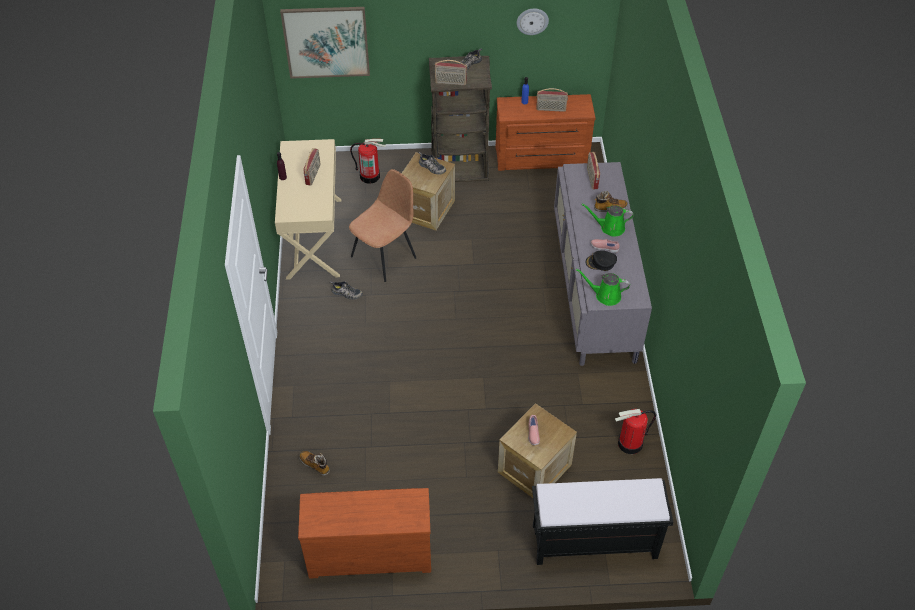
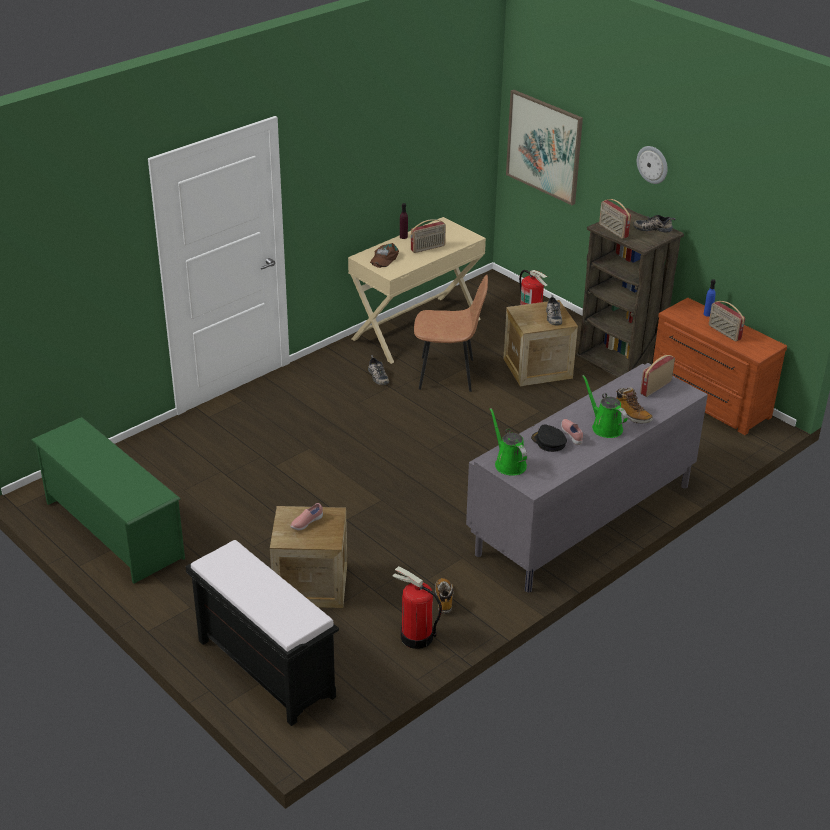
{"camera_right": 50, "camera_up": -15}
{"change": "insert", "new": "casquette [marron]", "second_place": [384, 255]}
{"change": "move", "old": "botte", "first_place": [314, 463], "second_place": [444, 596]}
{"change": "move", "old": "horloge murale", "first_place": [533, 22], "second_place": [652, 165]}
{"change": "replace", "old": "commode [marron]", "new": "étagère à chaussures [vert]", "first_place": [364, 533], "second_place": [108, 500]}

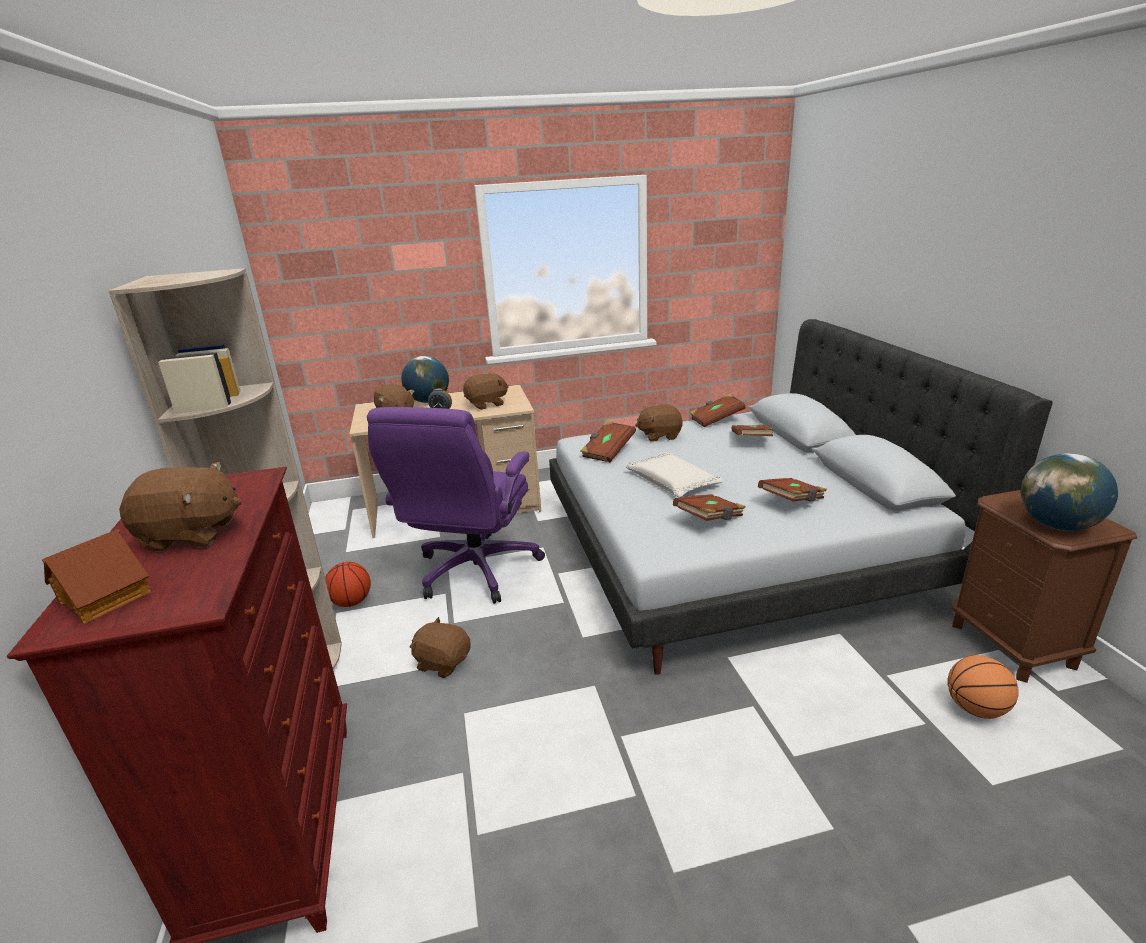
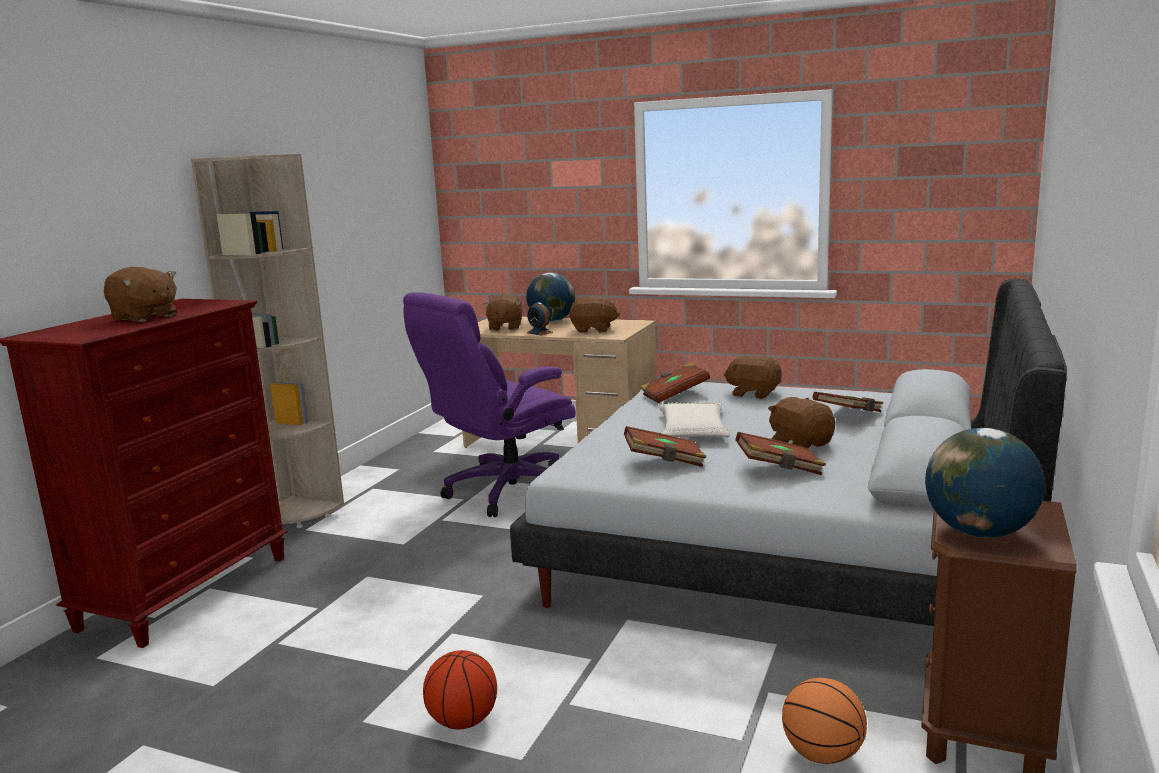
{"camera_right": 35, "camera_up": -10}
{"change": "delete", "old": "maison miniature", "first_place": [96, 576]}
{"change": "delete", "old": "livre [marron]", "first_place": [718, 410]}
{"change": "move", "old": "ballon de basket", "first_place": [348, 584], "second_place": [460, 689]}
{"change": "move", "old": "peluche [marron]", "first_place": [440, 647], "second_place": [801, 422]}

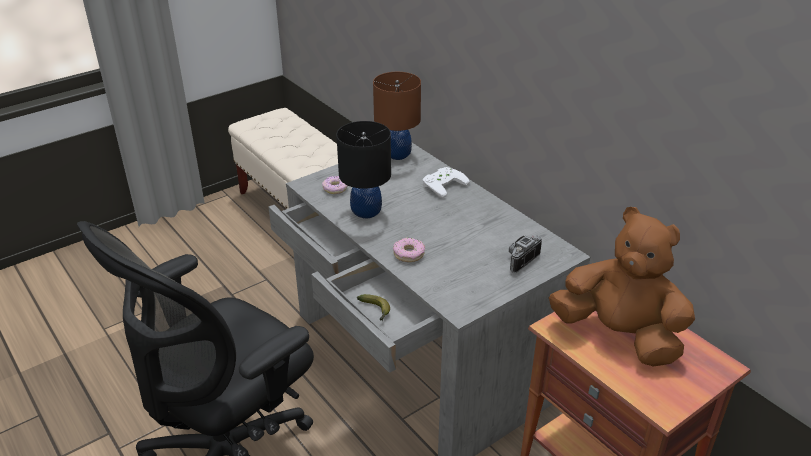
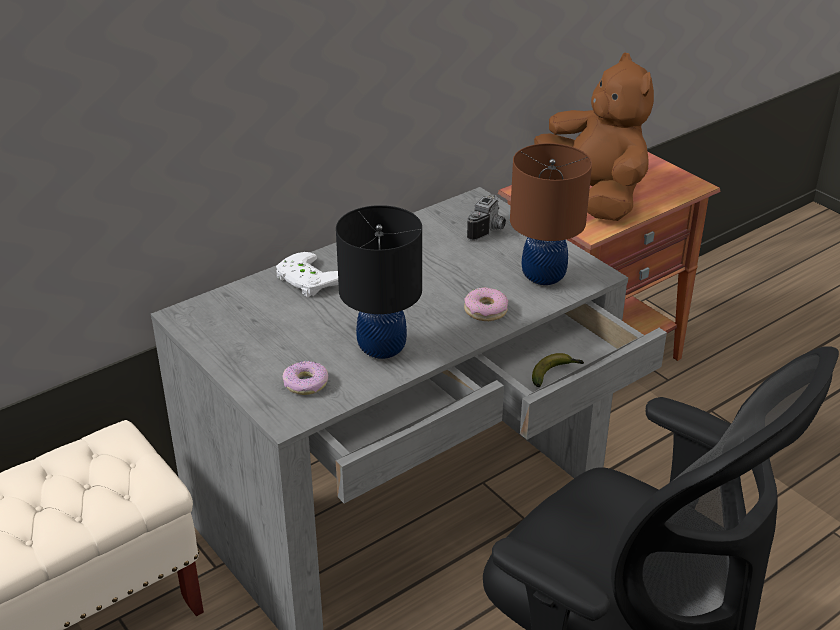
{"camera_right": -90, "camera_up": 0}
{"change": "move", "old": "lampe de table [marron]", "first_place": [397, 116], "second_place": [551, 214]}
{"change": "rotate", "old": "appareil photo", "first_place": [525, 254], "second_place": [486, 217], "degrees": -105}
{"change": "rotate", "old": "peluche [marron]", "first_place": [622, 287], "second_place": [594, 137], "degrees": 120}

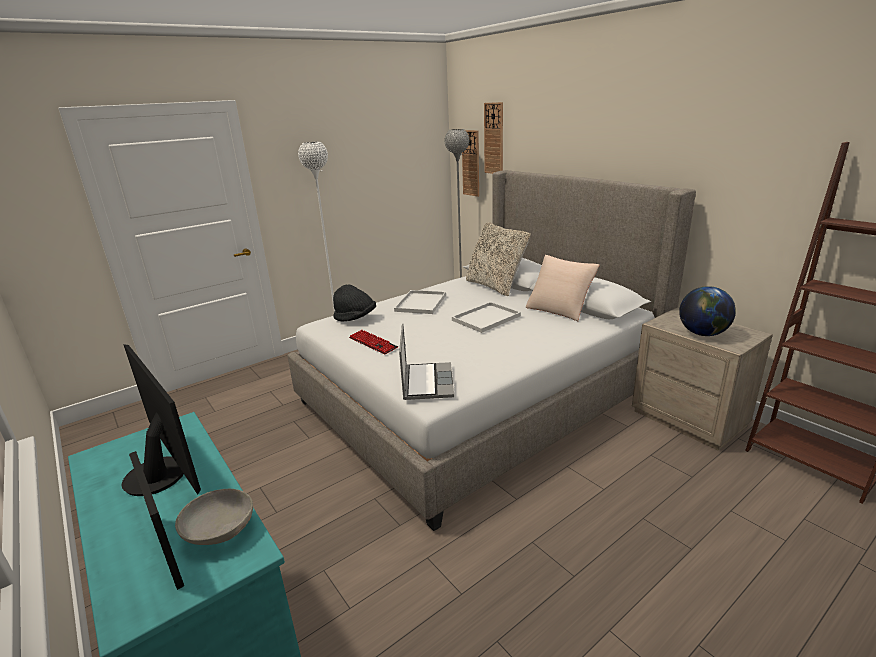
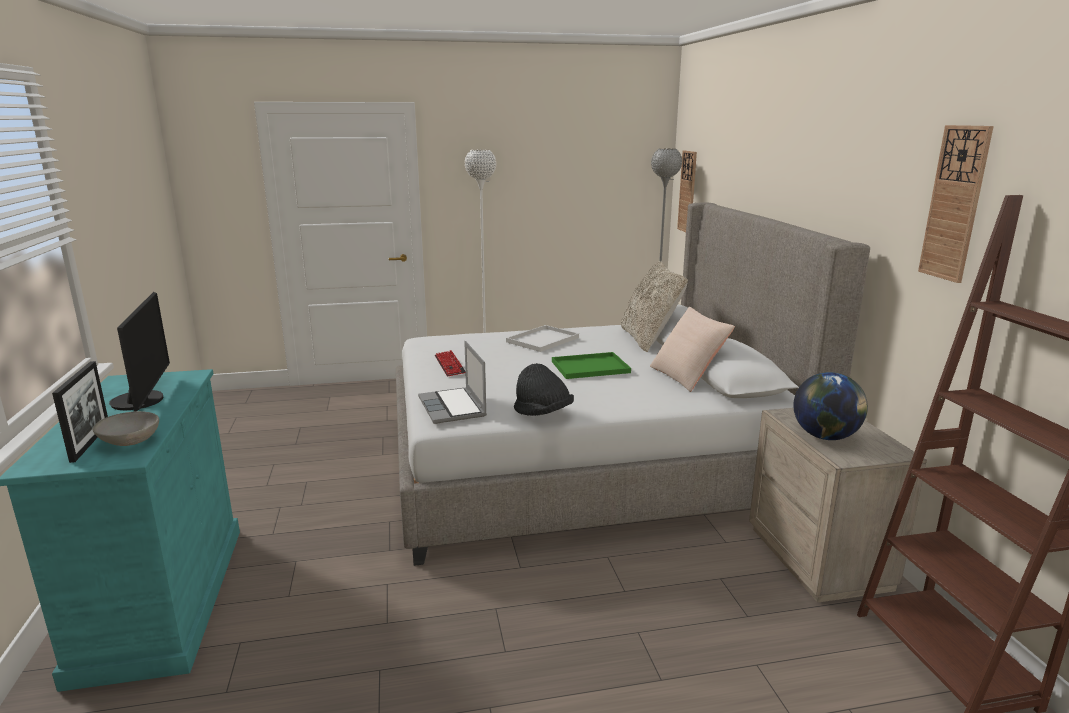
{"camera_right": 25, "camera_up": -5}
{"change": "move", "old": "chapeau [noir]", "first_place": [354, 303], "second_place": [544, 389]}
{"change": "move", "old": "horloge murale", "first_place": [493, 138], "second_place": [956, 204]}
{"change": "recolor", "old": "plateau [blanc]", "new": "plateau [vert]", "first_place": [486, 317], "second_place": [591, 365]}
{"change": "rotate", "old": "ordinateur portable", "first_place": [426, 362], "second_place": [452, 382], "degrees": 135}

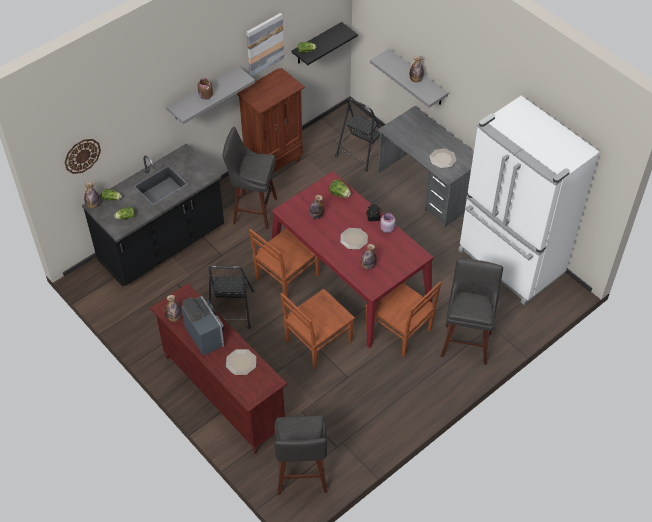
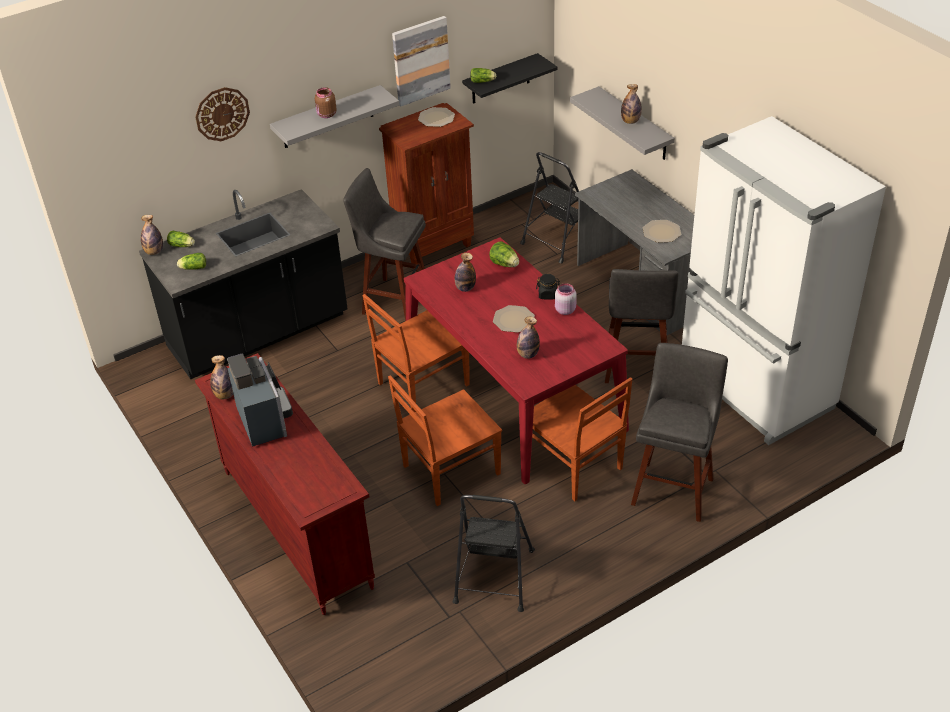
{"camera_right": 10, "camera_up": -10}
{"change": "move", "old": "horloge murale", "first_place": [83, 156], "second_place": [222, 114]}
{"change": "move", "old": "escabeau [noir]", "first_place": [232, 297], "second_place": [494, 553]}
{"change": "move", "old": "assiette", "first_place": [241, 362], "second_place": [436, 117]}
{"change": "move", "old": "tabouret [gris]", "first_place": [301, 455], "second_place": [641, 326]}

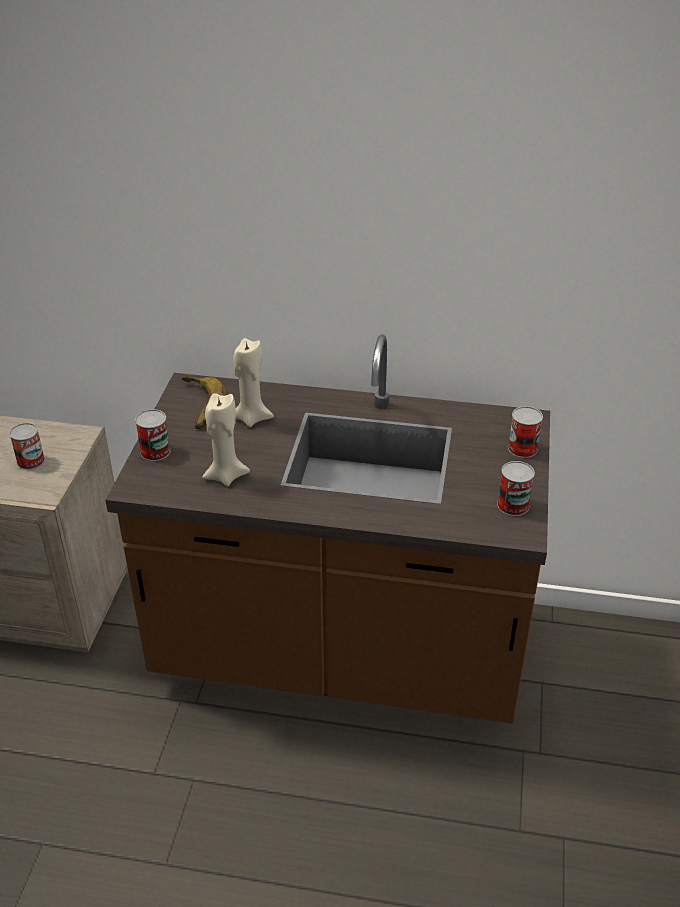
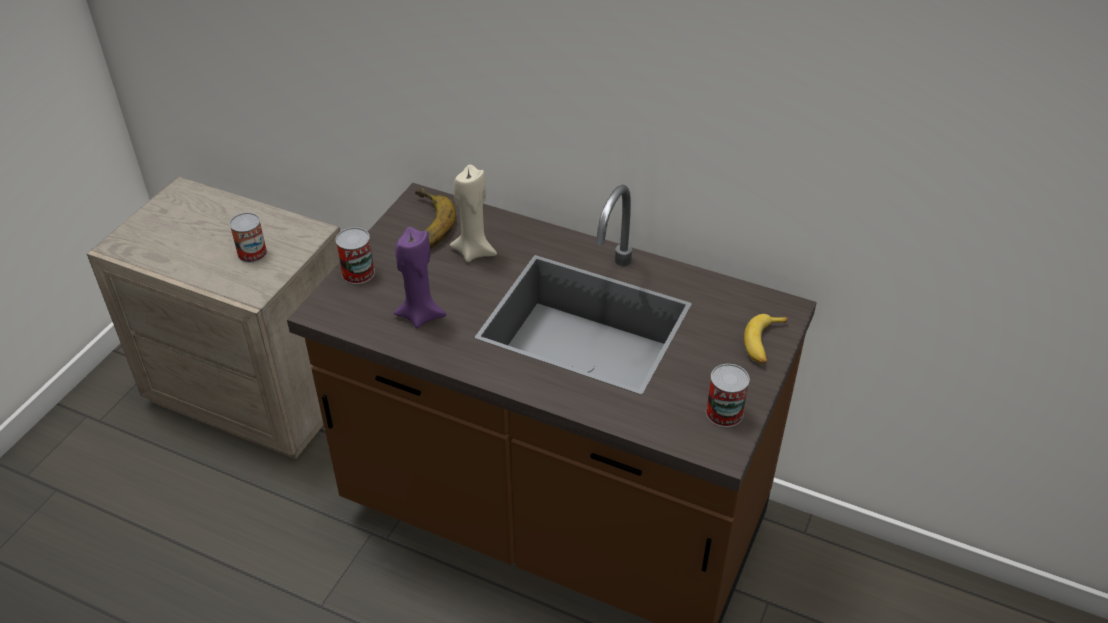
{"camera_right": 15, "camera_up": 5}
{"change": "replace", "old": "boîte métallique", "new": "banane", "first_place": [525, 432], "second_place": [765, 339]}
{"change": "recolor", "old": "bougie [beige]", "new": "bougie [violet]", "first_place": [226, 439], "second_place": [420, 278]}

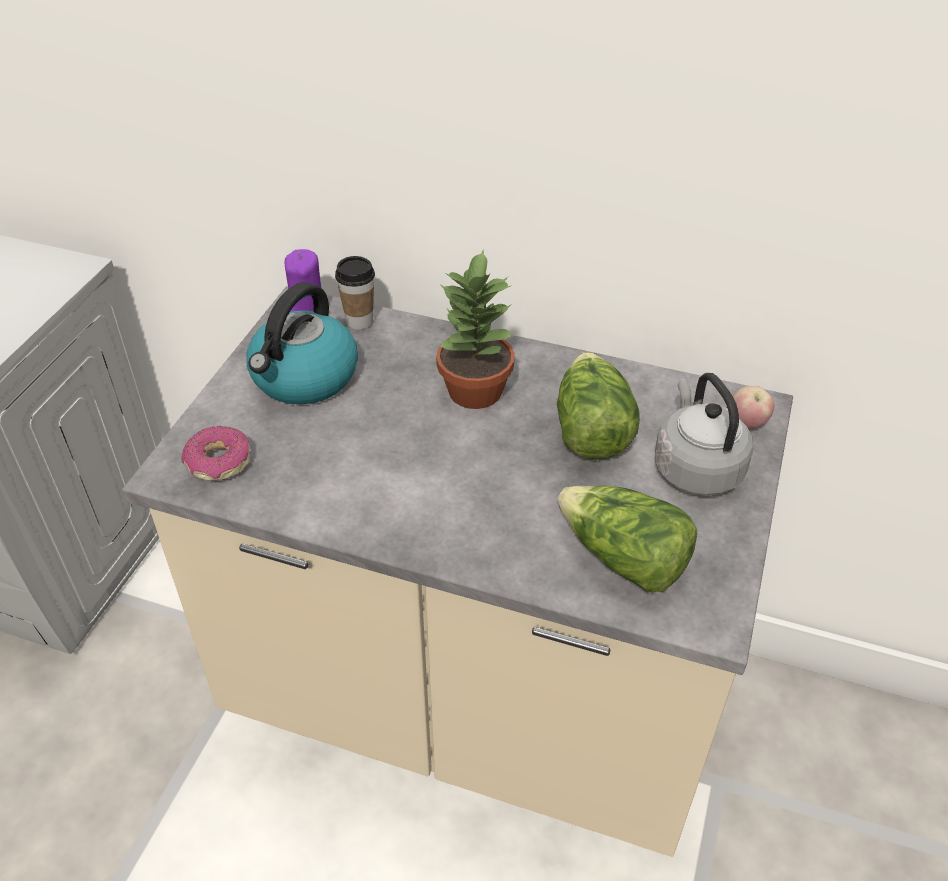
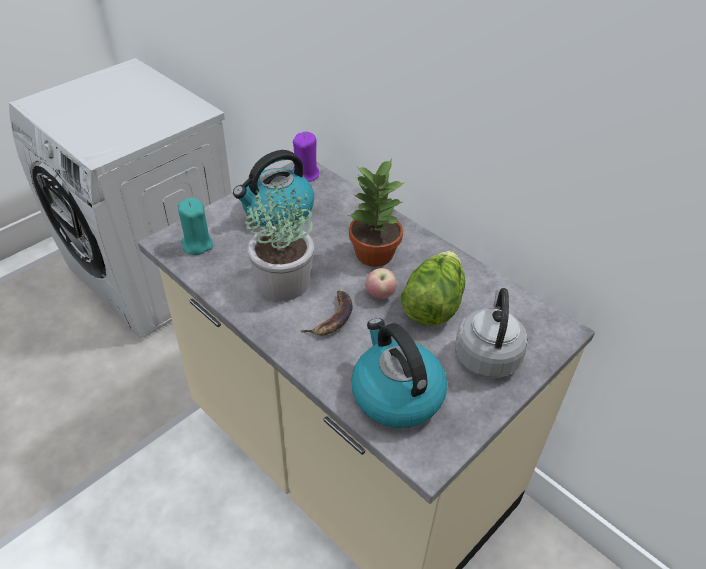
{"camera_right": 25, "camera_up": 0}
{"change": "delete", "old": "tasse", "first_place": [355, 293]}
{"change": "insert", "new": "plante en pot", "second_place": [279, 240]}
{"change": "insert", "new": "banane", "second_place": [326, 313]}
{"change": "move", "old": "pomme", "first_place": [753, 407], "second_place": [381, 283]}
{"change": "replace", "old": "beignet", "new": "bougie [turquoise]", "first_place": [216, 453], "second_place": [195, 226]}
{"change": "replace", "old": "laitue", "new": "bouilloire", "first_place": [627, 539], "second_place": [399, 373]}

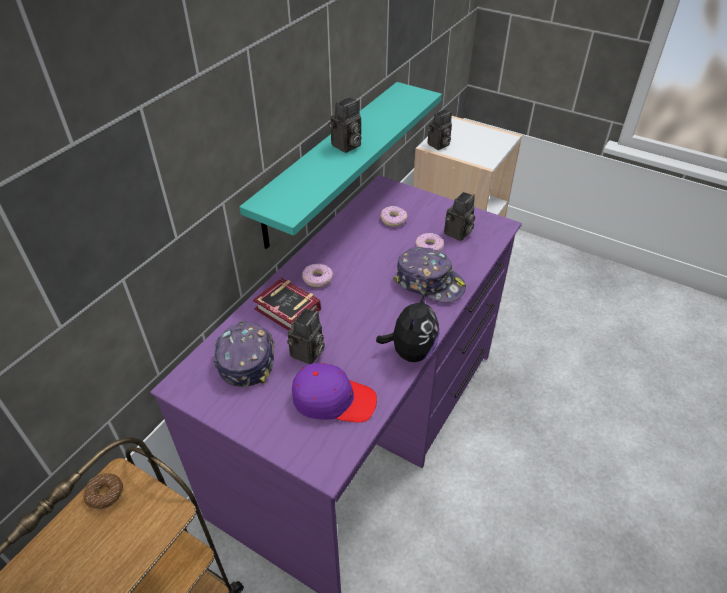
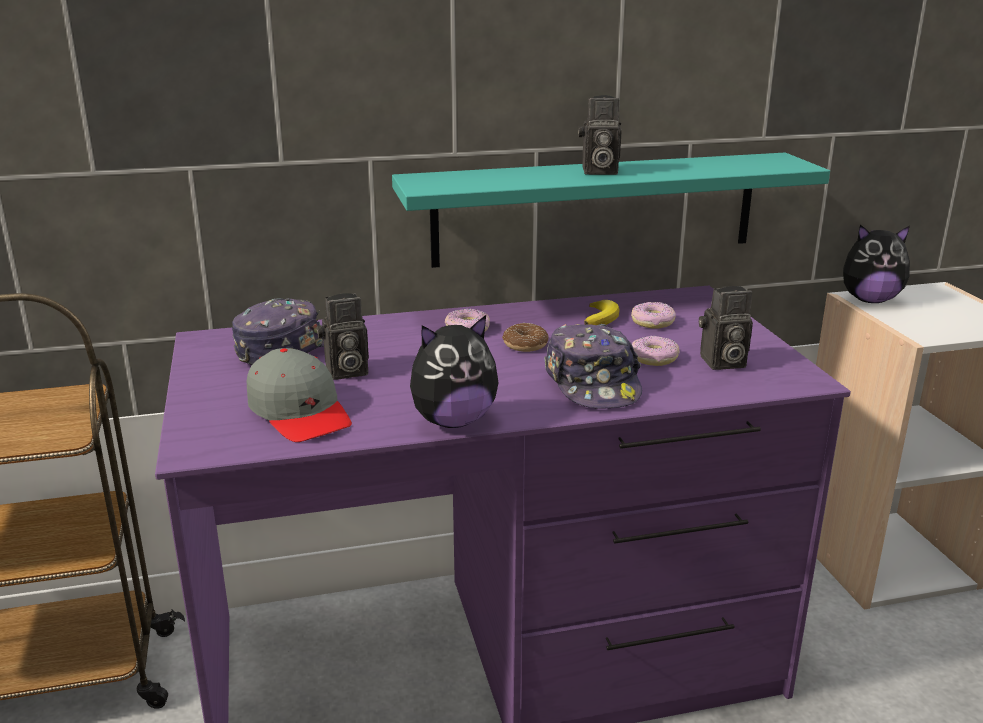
{"camera_right": 45, "camera_up": -20}
{"change": "delete", "old": "livre", "first_place": [287, 304]}
{"change": "insert", "new": "banane", "second_place": [602, 312]}
{"change": "move", "old": "beignet", "first_place": [103, 491], "second_place": [525, 337]}
{"change": "replace", "old": "appareil photo", "new": "peluche", "first_place": [439, 129], "second_place": [876, 264]}
{"change": "recolor", "old": "casquette [violet]", "new": "casquette [gris]", "first_place": [334, 392], "second_place": [299, 395]}

